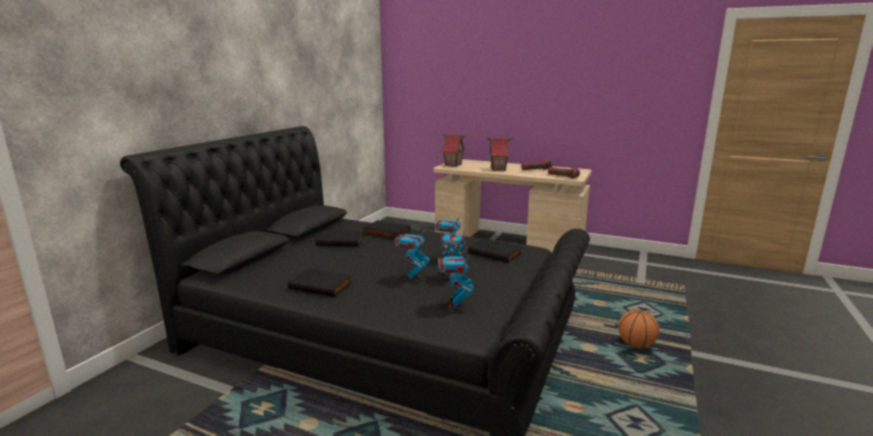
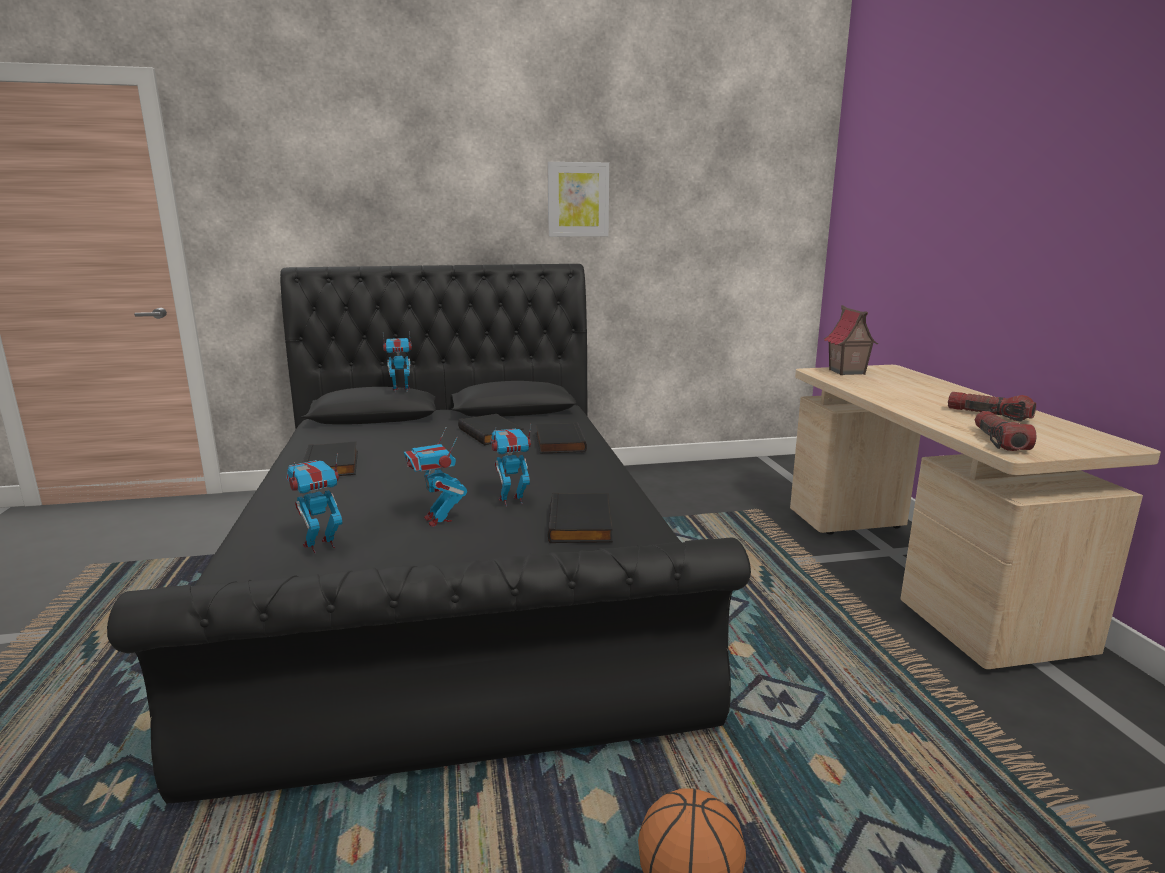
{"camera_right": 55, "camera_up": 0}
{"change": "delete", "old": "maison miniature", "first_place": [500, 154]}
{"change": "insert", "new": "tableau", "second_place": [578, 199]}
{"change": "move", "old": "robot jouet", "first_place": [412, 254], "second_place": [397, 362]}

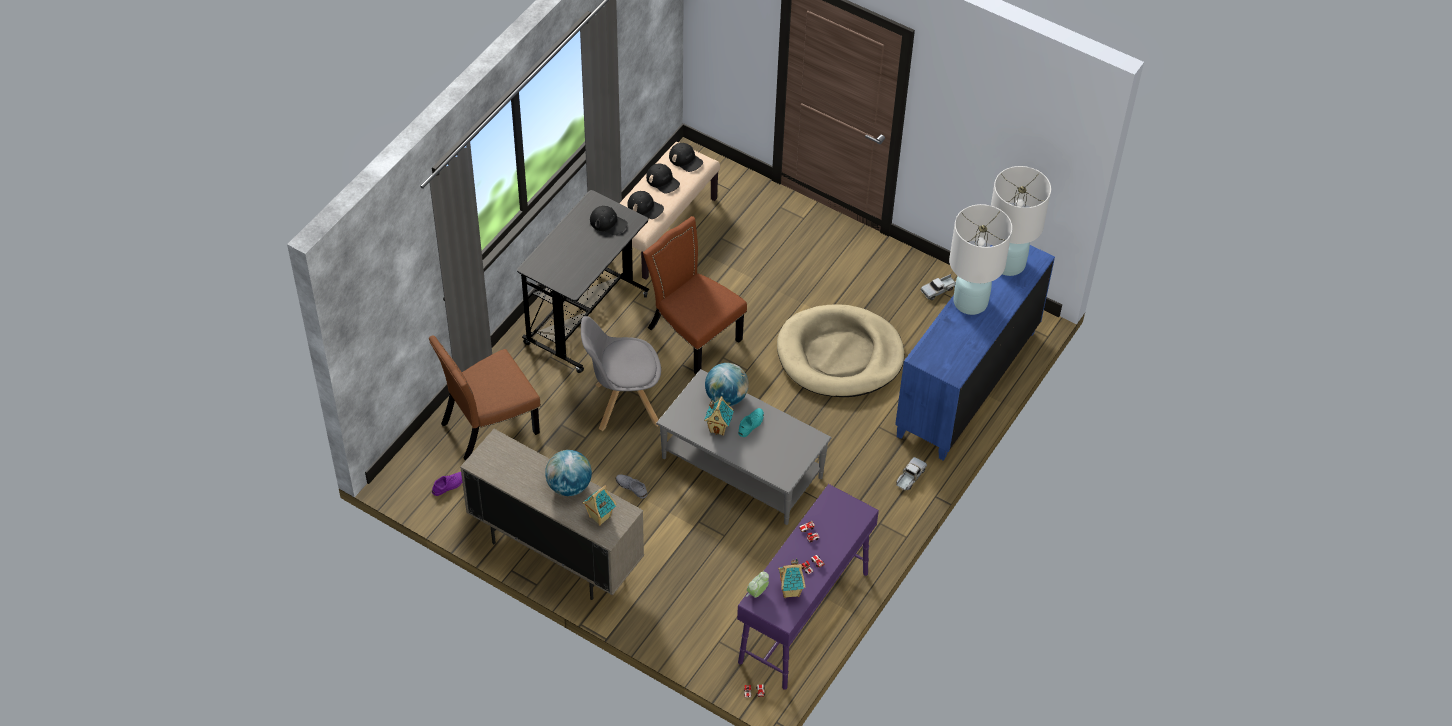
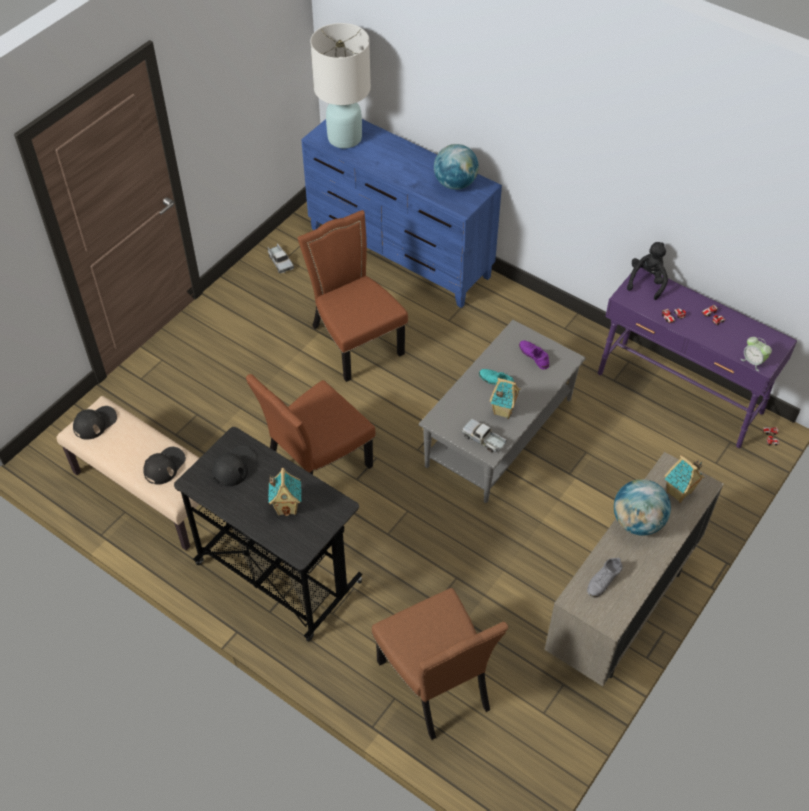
{"camera_right": -85, "camera_up": 0}
{"change": "delete", "old": "chaise [gris]", "first_place": [621, 373]}
{"change": "delete", "old": "casquette [noir]", "first_place": [663, 179]}
{"change": "delete", "old": "lampe de table [blanc]", "first_place": [980, 259]}
{"change": "insert", "new": "peluche [noir]", "second_place": [647, 271]}
{"change": "move", "old": "chaussure [violet]", "first_place": [447, 484], "second_place": [534, 355]}
{"change": "move", "old": "chaussure [gris]", "first_place": [631, 487], "second_place": [605, 577]}
{"change": "move", "old": "globe", "first_place": [727, 384], "second_place": [456, 167]}
{"change": "move", "old": "maison miniature", "first_place": [791, 578], "second_place": [285, 492]}
{"change": "move", "old": "camion jouet", "first_place": [911, 473], "second_place": [484, 435]}
{"change": "replace", "old": "panier pour chien [beige]", "new": "chaise [marron]", "first_place": [840, 350], "second_place": [353, 296]}

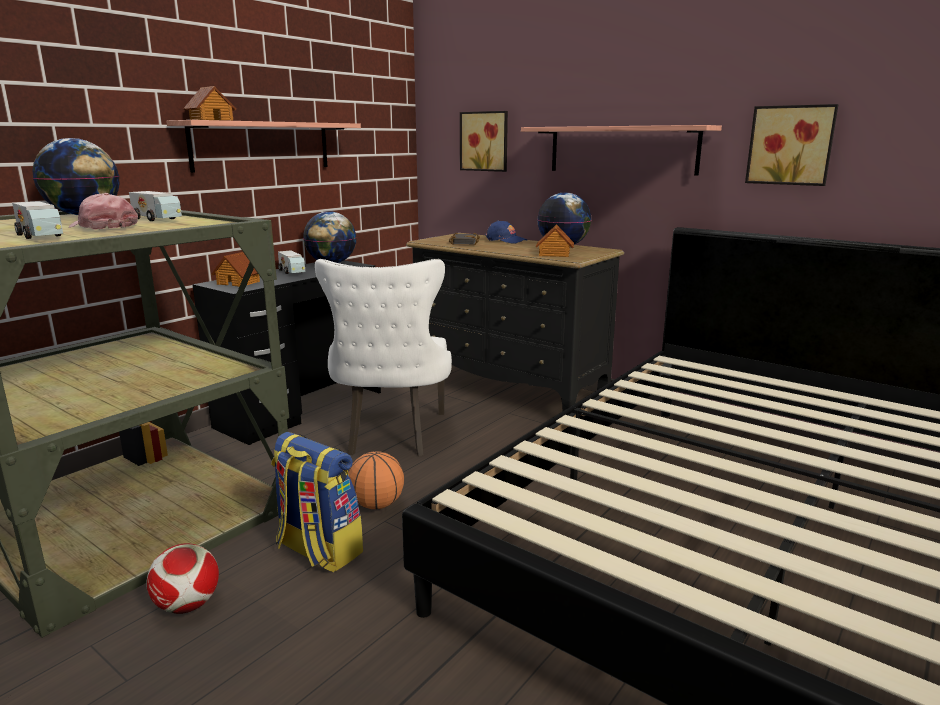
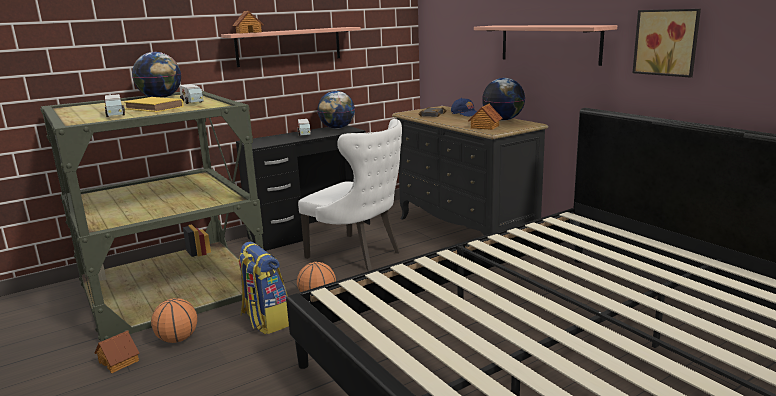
{"camera_right": 20, "camera_up": 0}
{"change": "delete", "old": "tableau", "first_place": [484, 141]}
{"change": "move", "old": "maison miniature", "first_place": [236, 269], "second_place": [117, 352]}
{"change": "replace", "old": "casquette [rose]", "new": "livre [jaune]", "first_place": [103, 211], "second_place": [154, 104]}
{"change": "replace", "old": "ballon de foot", "new": "ballon de basket", "first_place": [182, 578], "second_place": [174, 320]}
{"change": "rotate", "old": "chaise [blanc]", "first_place": [383, 357], "second_place": [350, 195], "degrees": -75}

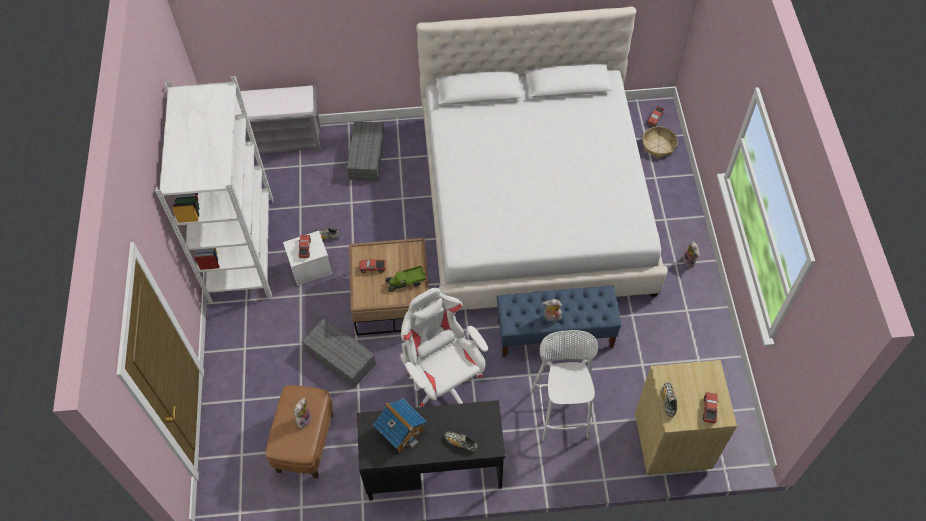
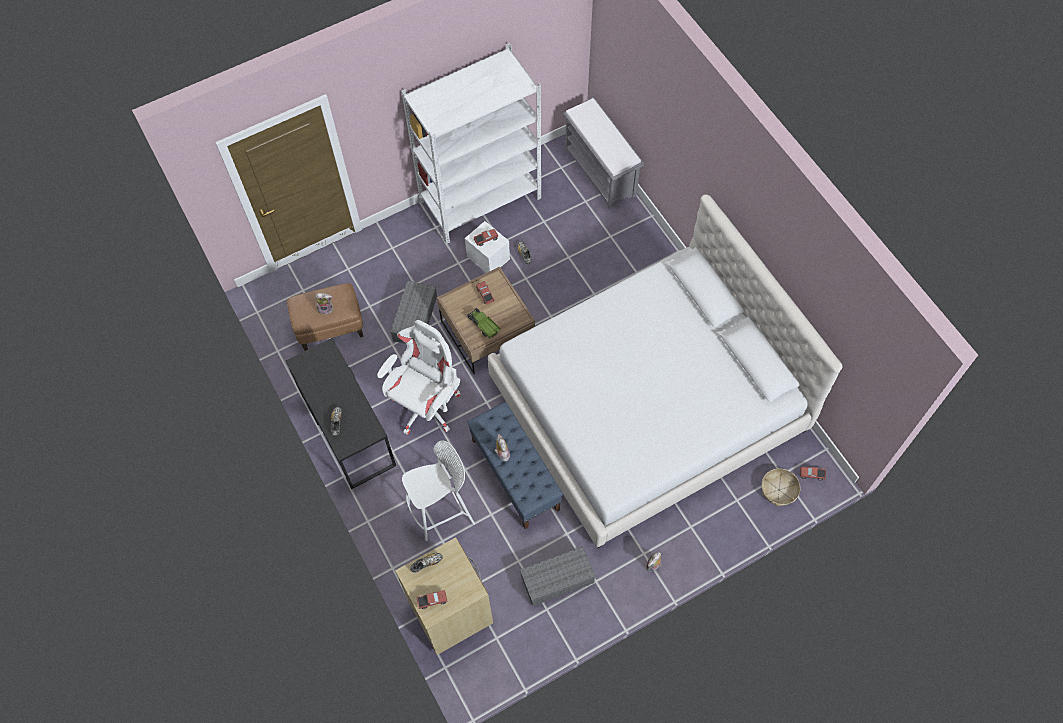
{"camera_right": 65, "camera_up": 5}
{"change": "delete", "old": "maison miniature", "first_place": [399, 425]}
{"change": "move", "old": "boîte de rangement [gris]", "first_place": [365, 151], "second_place": [558, 576]}

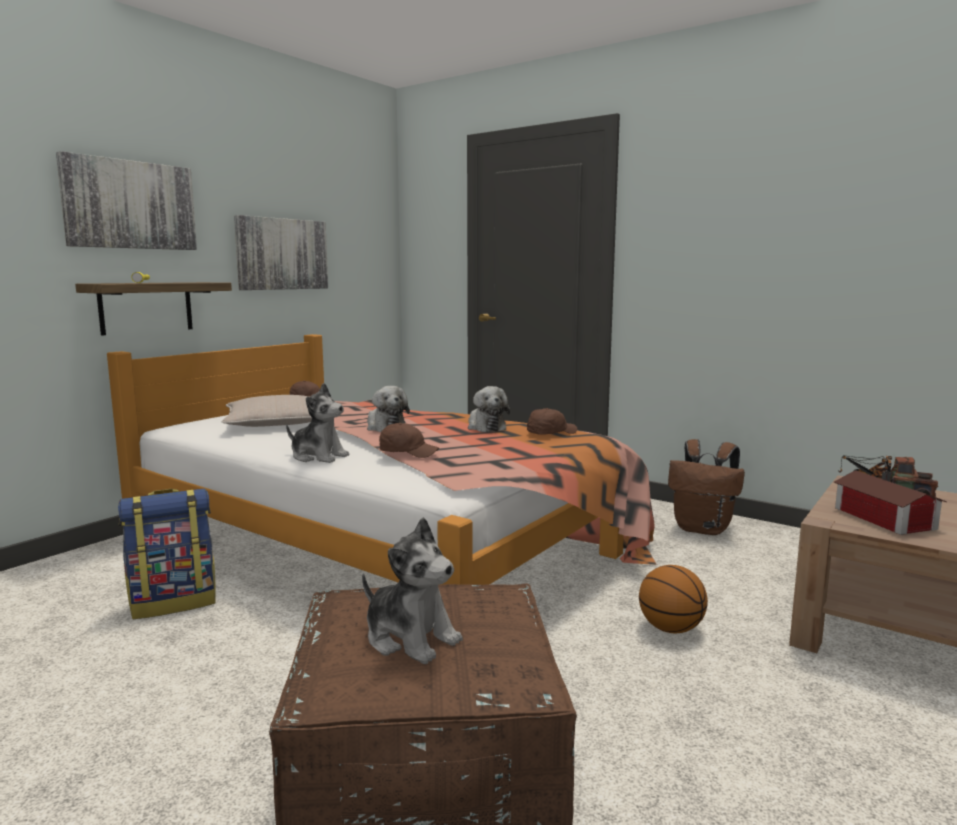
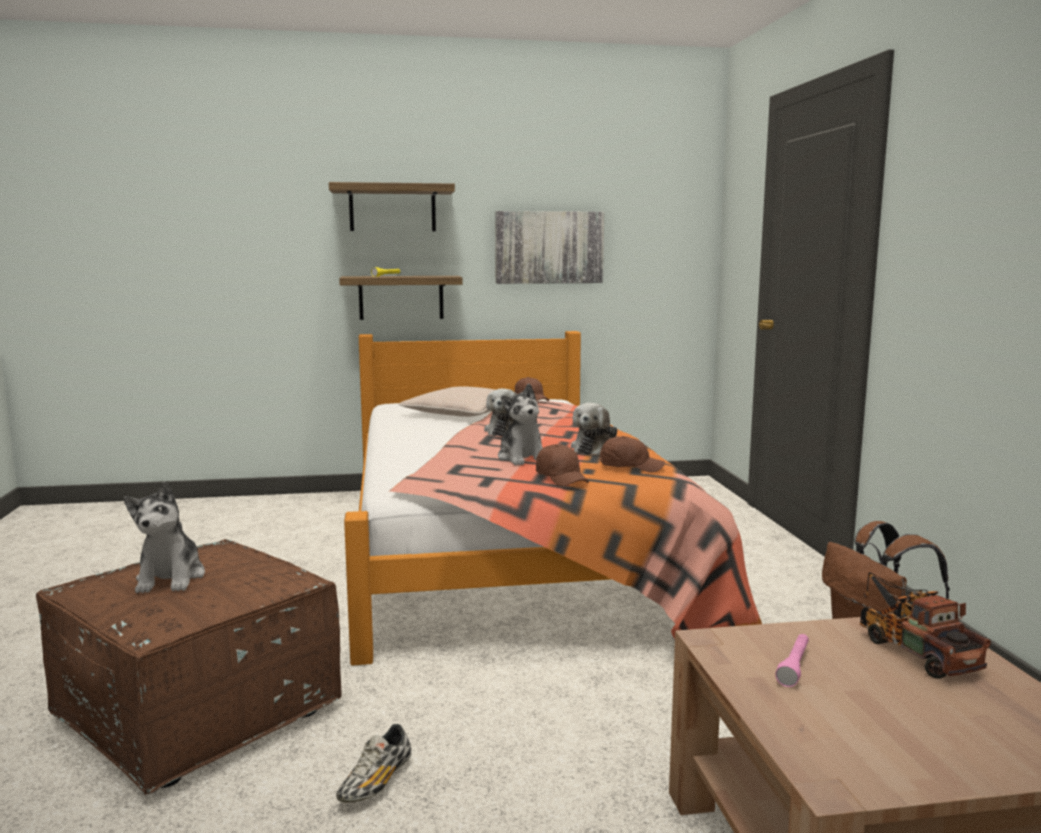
{"camera_right": 45, "camera_up": 0}
{"change": "delete", "old": "sac à dos", "first_place": [167, 554]}
{"change": "delete", "old": "ballon de basket", "first_place": [673, 599]}
{"change": "insert", "new": "chaussure", "second_place": [374, 763]}
{"change": "move", "old": "peluche", "first_place": [317, 423], "second_place": [520, 424]}
{"change": "move", "old": "casquette [marron]", "first_place": [409, 440], "second_place": [562, 465]}
{"change": "replace", "old": "tableau", "new": "étagère", "first_place": [126, 200], "second_place": [392, 206]}
{"change": "replace", "old": "maison miniature", "new": "lampe de poche [rose]", "first_place": [890, 502], "second_place": [792, 660]}

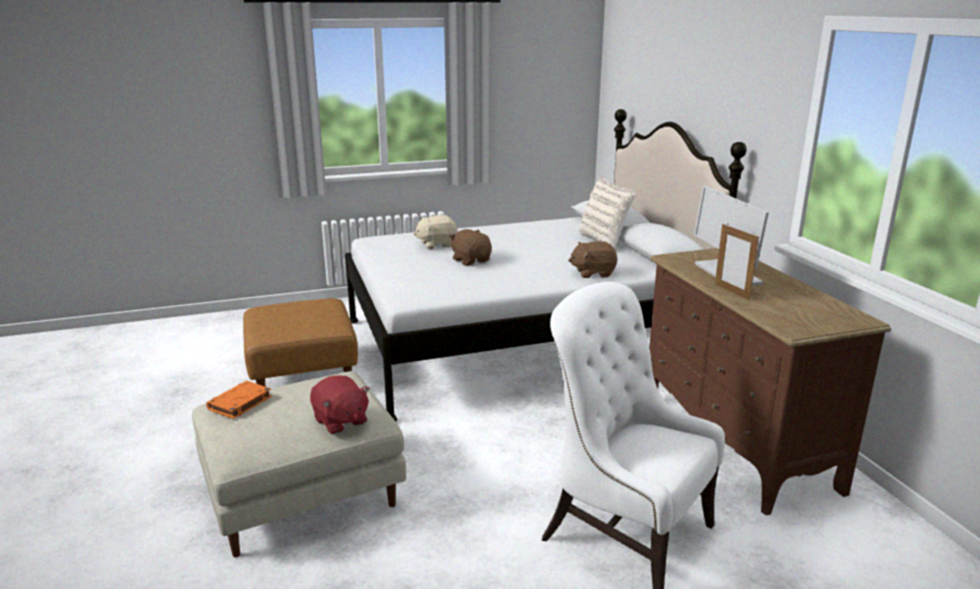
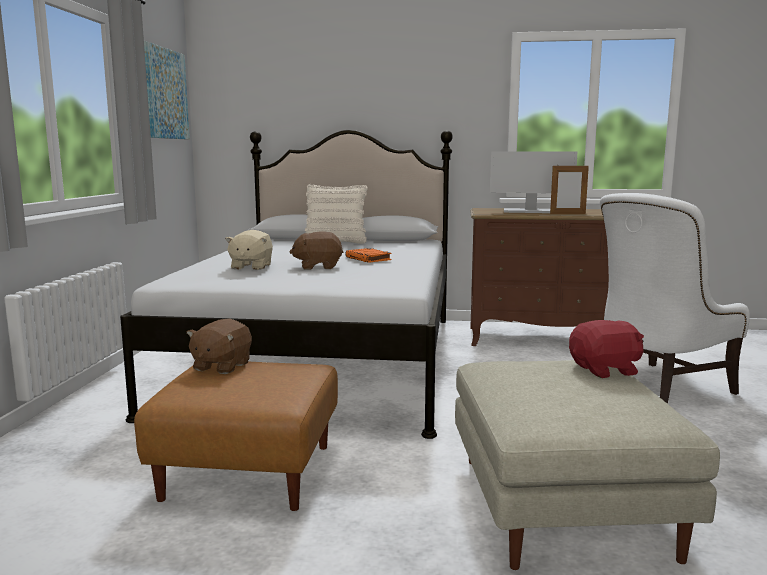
{"camera_right": -65, "camera_up": -10}
{"change": "insert", "new": "tableau", "second_place": [167, 90]}
{"change": "move", "old": "livre [orange]", "first_place": [239, 399], "second_place": [368, 255]}
{"change": "move", "old": "peluche [marron]", "first_place": [592, 259], "second_place": [219, 346]}

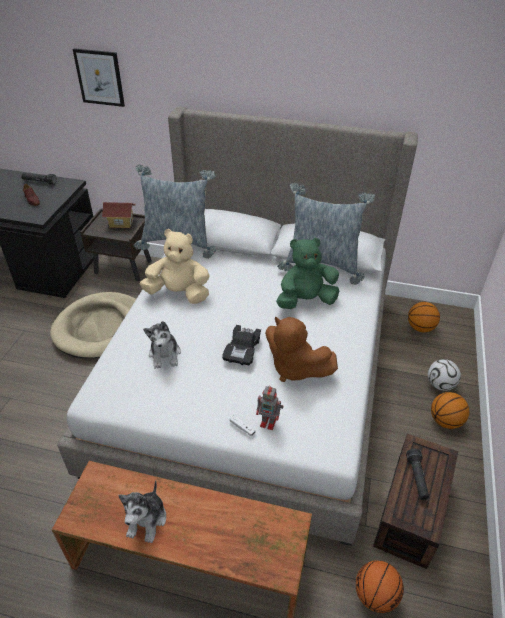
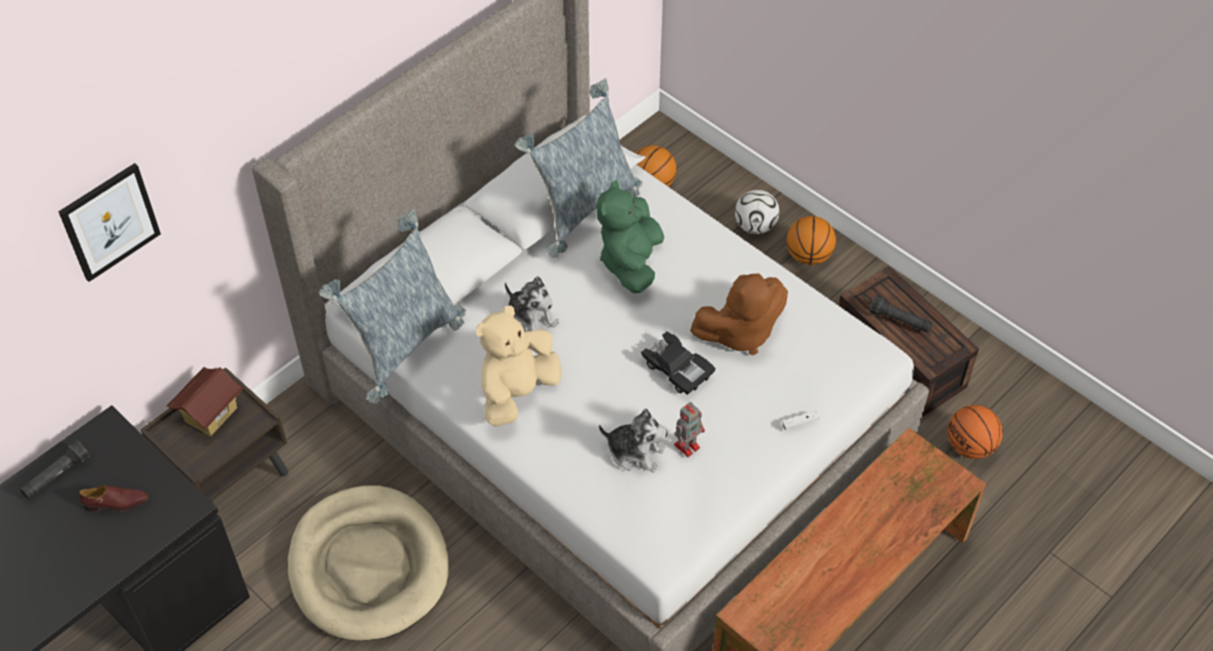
{"camera_right": -60, "camera_up": 10}
{"change": "move", "old": "peluche", "first_place": [142, 511], "second_place": [532, 303]}
{"change": "move", "old": "robot jouet", "first_place": [269, 408], "second_place": [689, 429]}

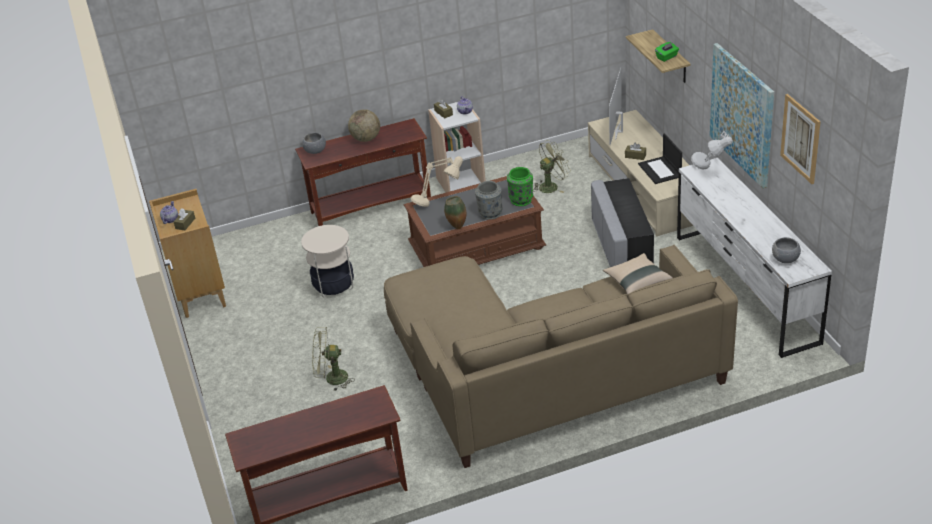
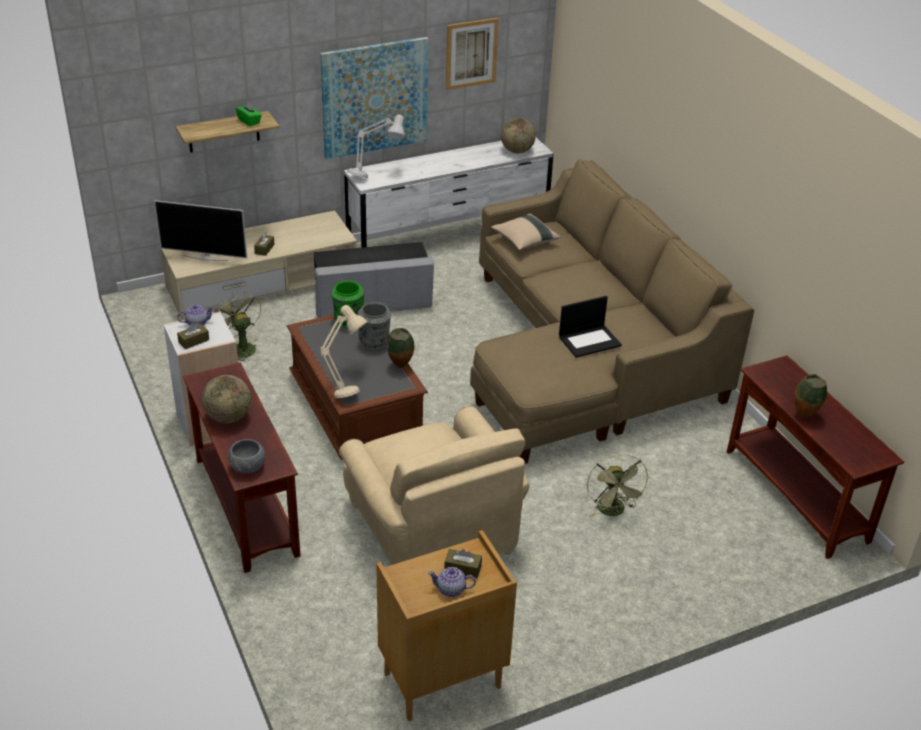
{"camera_right": -100, "camera_up": 0}
{"change": "insert", "new": "vase", "second_place": [810, 396]}
{"change": "move", "old": "ordinateur portable", "first_place": [660, 159], "second_place": [590, 326]}
{"change": "replace", "old": "table d'appoint [beige]", "new": "fauteuil [beige]", "first_place": [327, 261], "second_place": [434, 485]}
{"change": "replace", "old": "bol [gris]", "new": "globe", "first_place": [786, 250], "second_place": [518, 135]}

